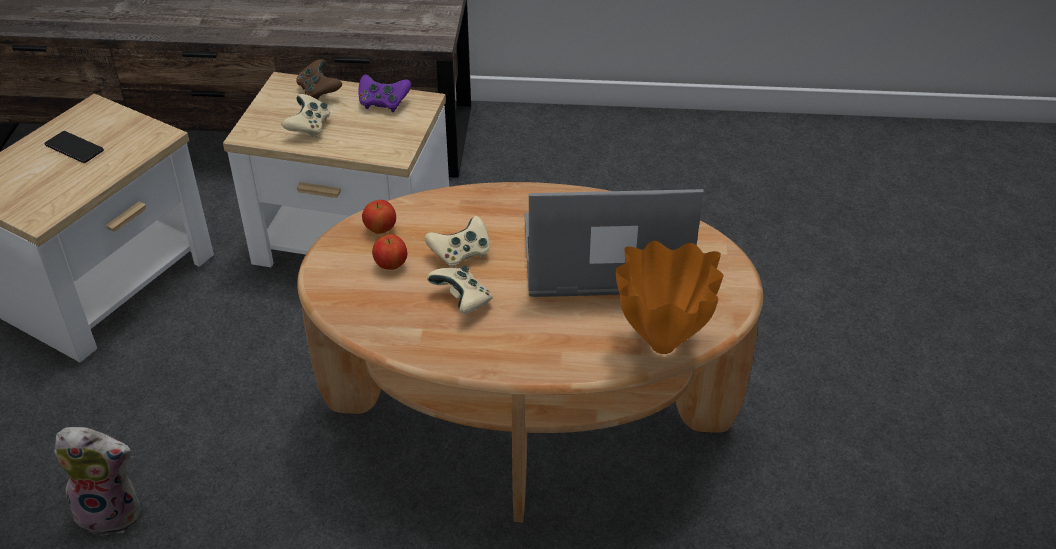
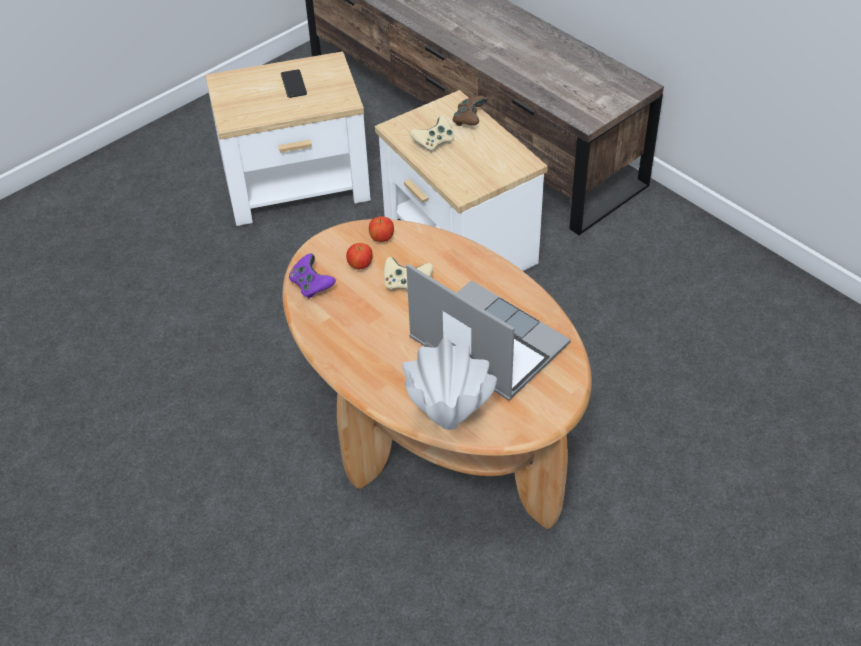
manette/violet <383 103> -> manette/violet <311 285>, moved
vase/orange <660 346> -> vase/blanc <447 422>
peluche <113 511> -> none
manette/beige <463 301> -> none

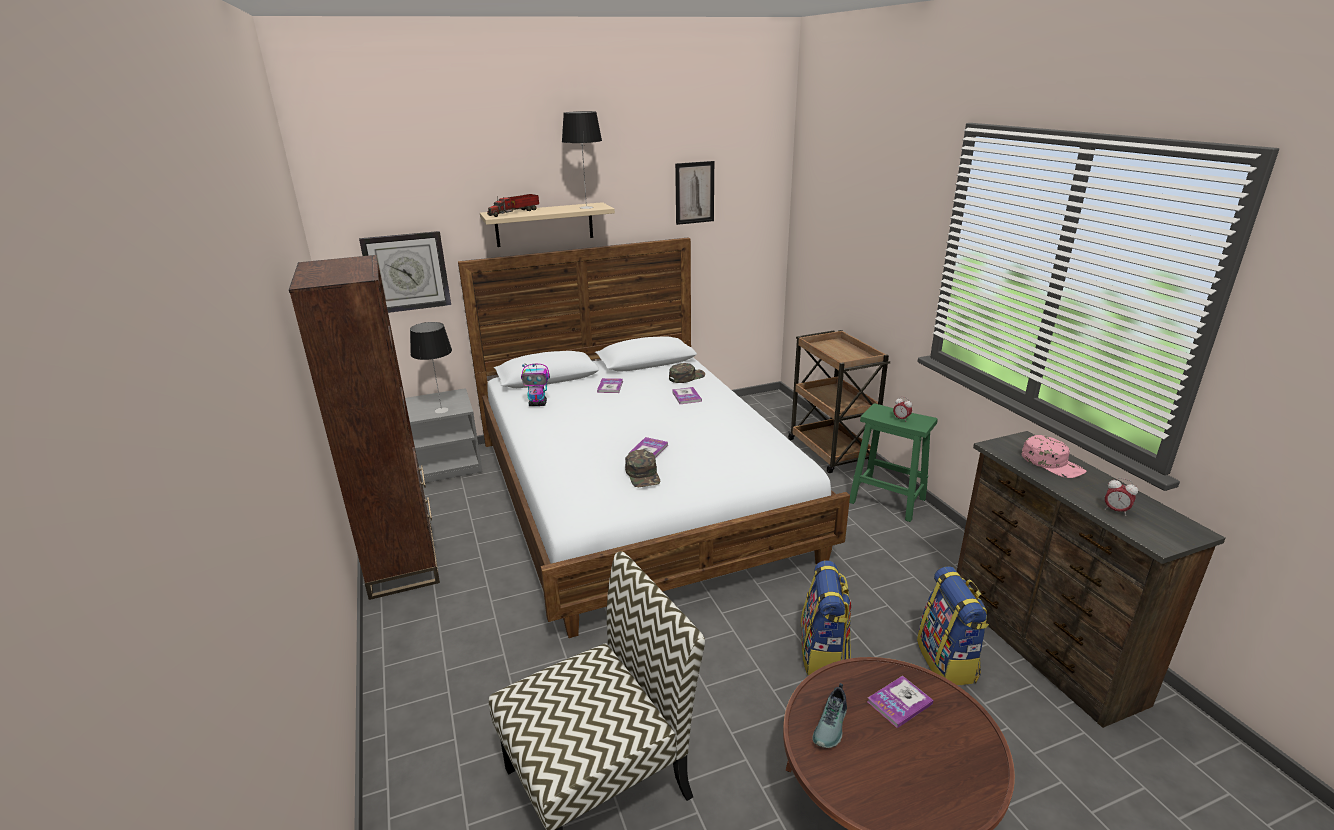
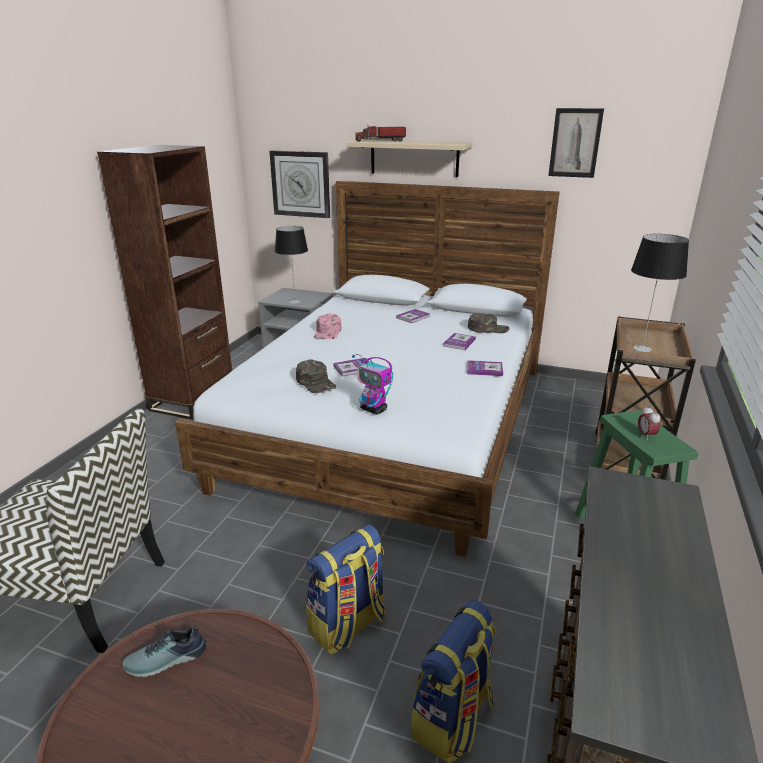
casquette/vert <643 474> -> casquette/vert <316 382>, 60 degrees counterclockwise
casquette/rose <1052 463> -> casquette/rose <328 332>, moved
robot jouet <538 404> -> robot jouet <374 410>, moved
livre <899 702> -> livre <484 369>, moved
lampe de table <586 207> -> lampe de table <642 349>, moved
réveil <1115 511> -> none

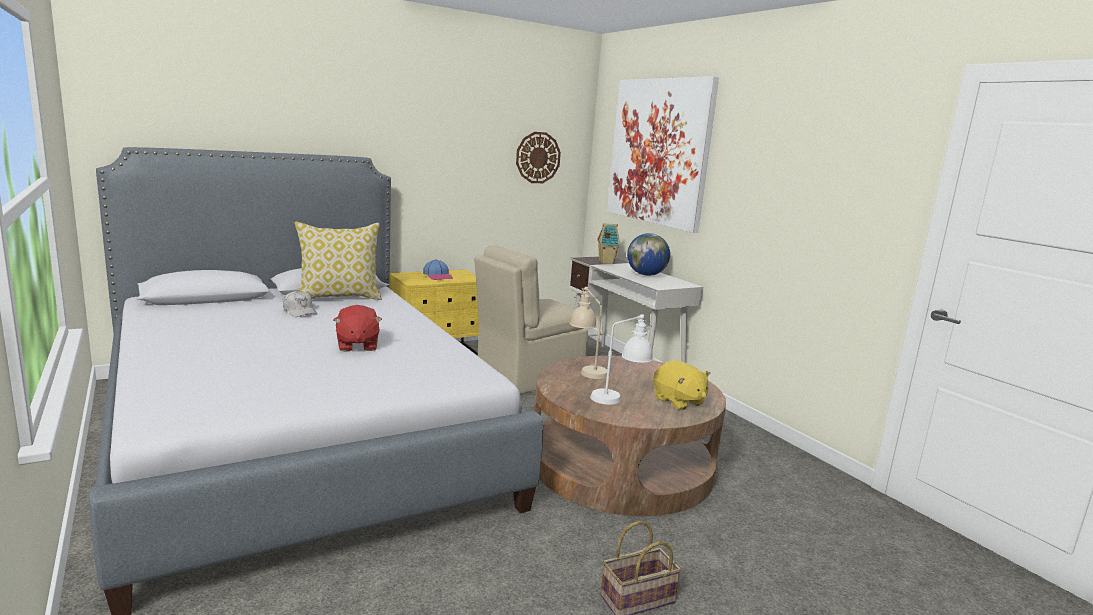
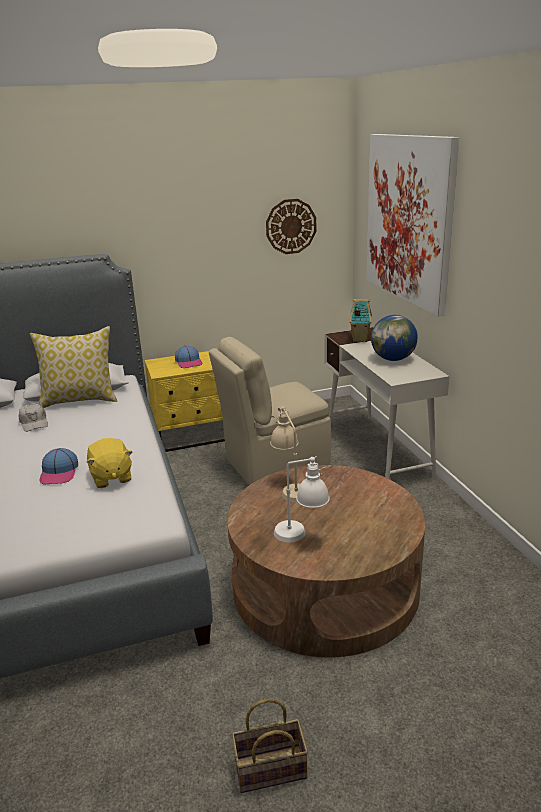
peluche/rouge <357 346> -> casquette <59 473>
peluche/jaune <678 401> -> peluche/jaune <111 477>, moved

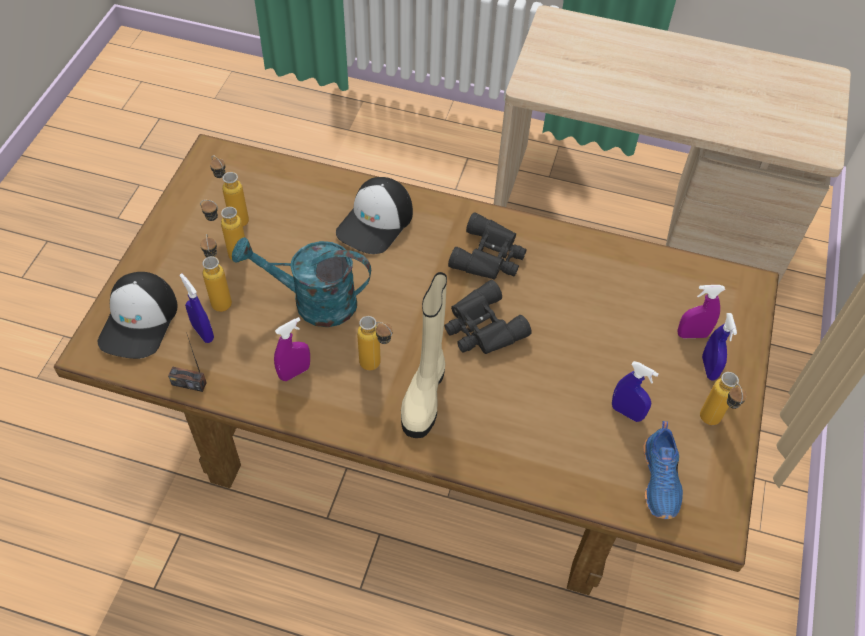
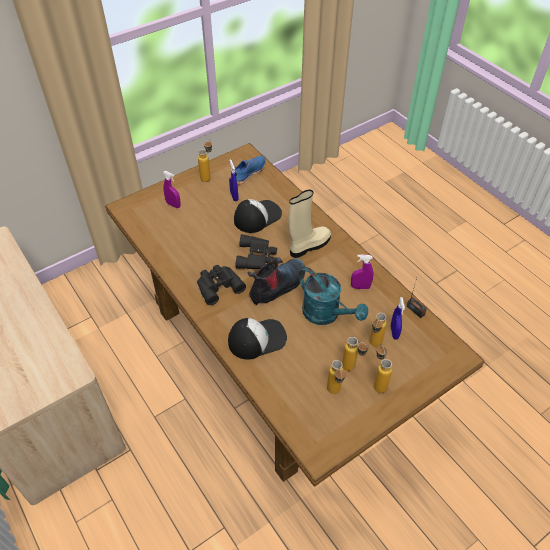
casquette <139 321> -> casquette <257 216>, moved
none -> botte <278 286>
bouteille <377 367> -> bouteille <378 382>, moved
vaporisateur/bleu <709 368> -> none

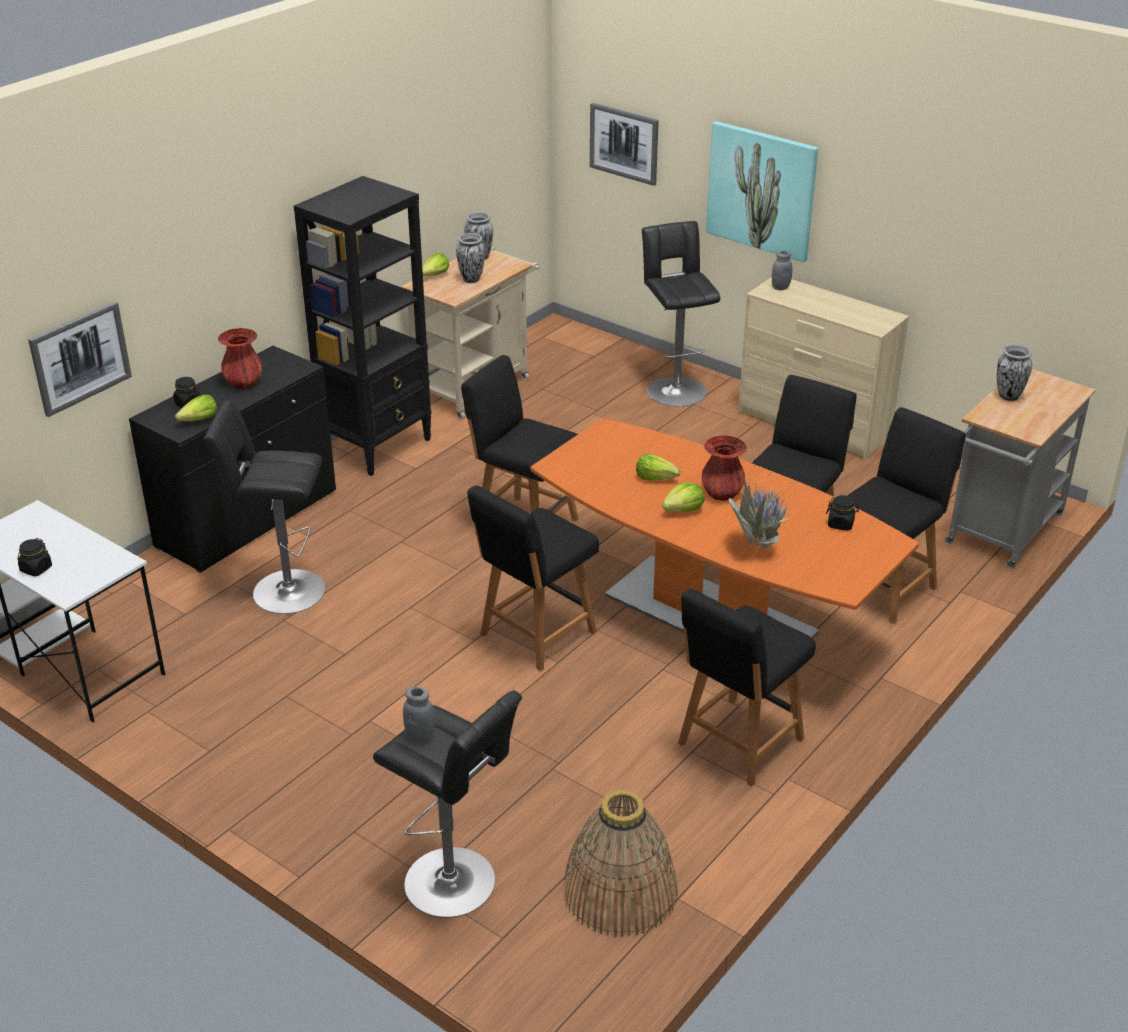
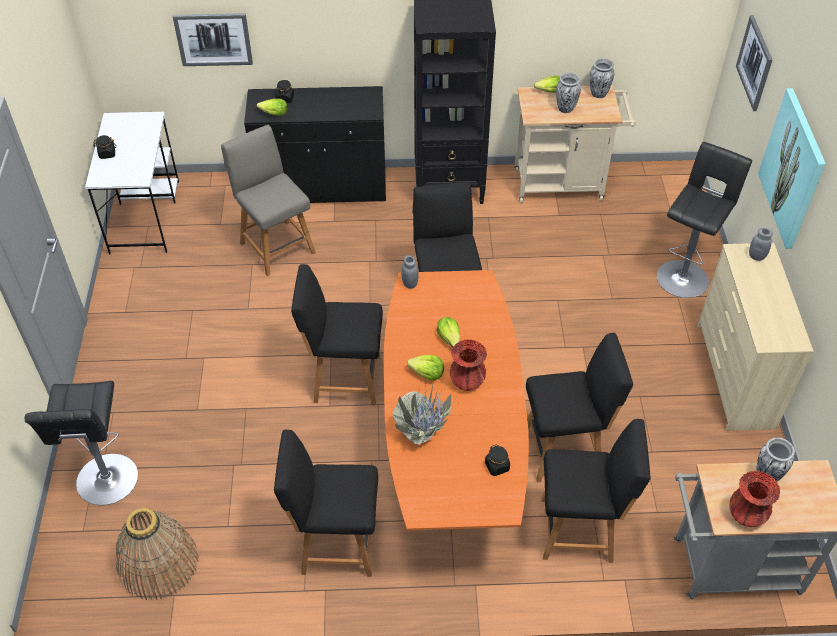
tabouret/noir <283 591> -> chaise/gris <276 246>
bocal/gris <420 735> -> bocal/gris <410 284>, moved
vase/rouge <243 382> -> vase/rouge <746 515>, moved

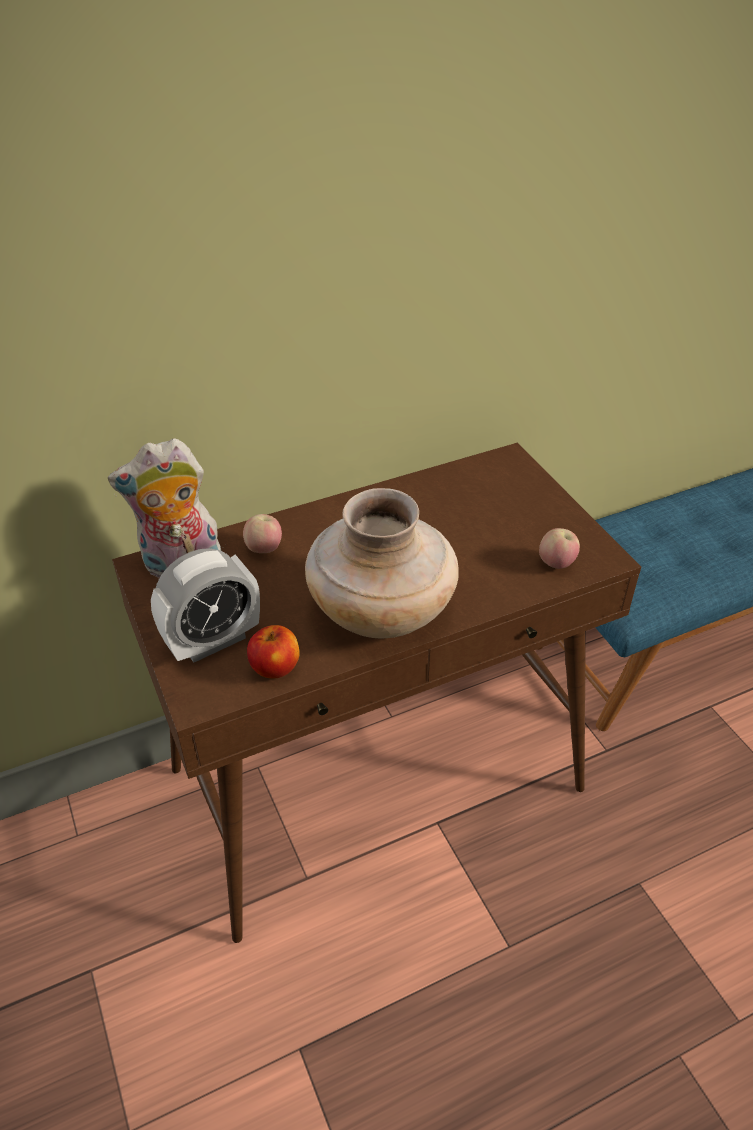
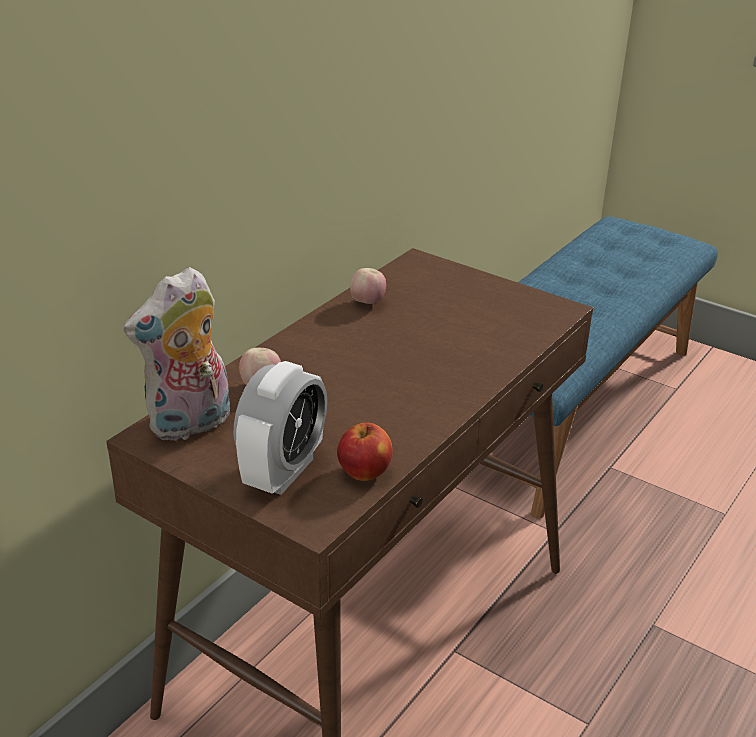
pomme <556 564> -> pomme <367 303>, moved
vase/beige <381 613> -> none

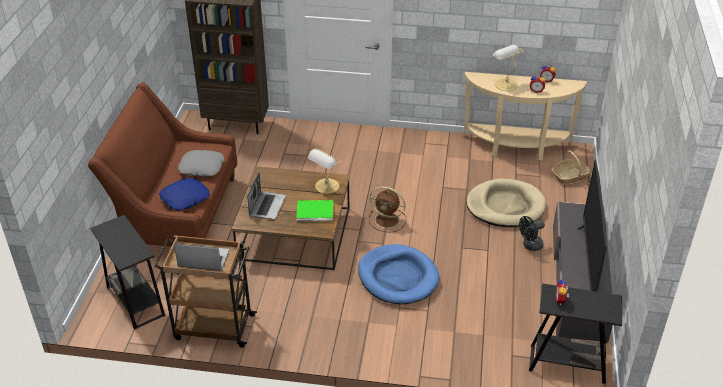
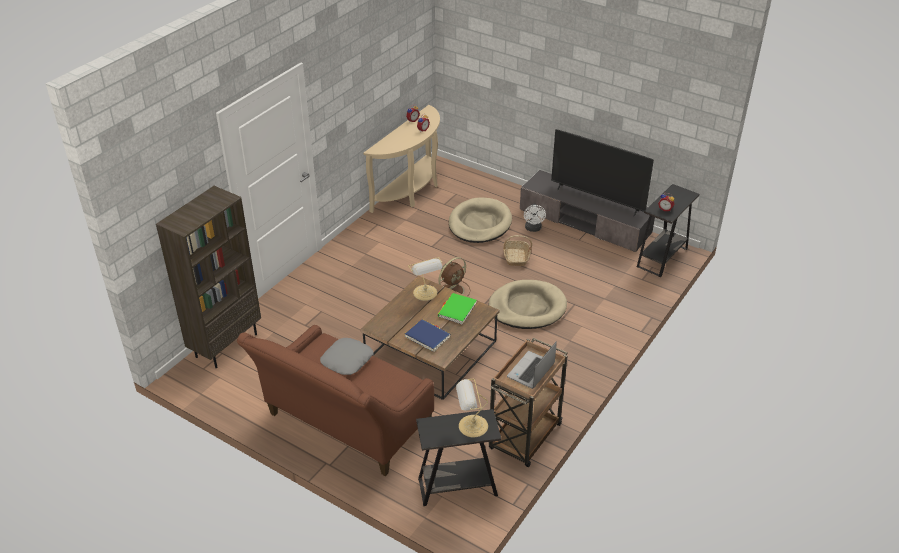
ordinateur portable <267 206> -> livre/bleu <427 337>
lampe de table <505 84> -> lampe de table <471 426>, moved
panier pour chien/bleu <398 277> -> panier pour chien/beige <527 307>
panier <569 176> -> panier <516 257>, moved
ventilateur/noir <530 245> -> ventilateur/blanc <533 229>
coussin/bleu <185 198> -> none

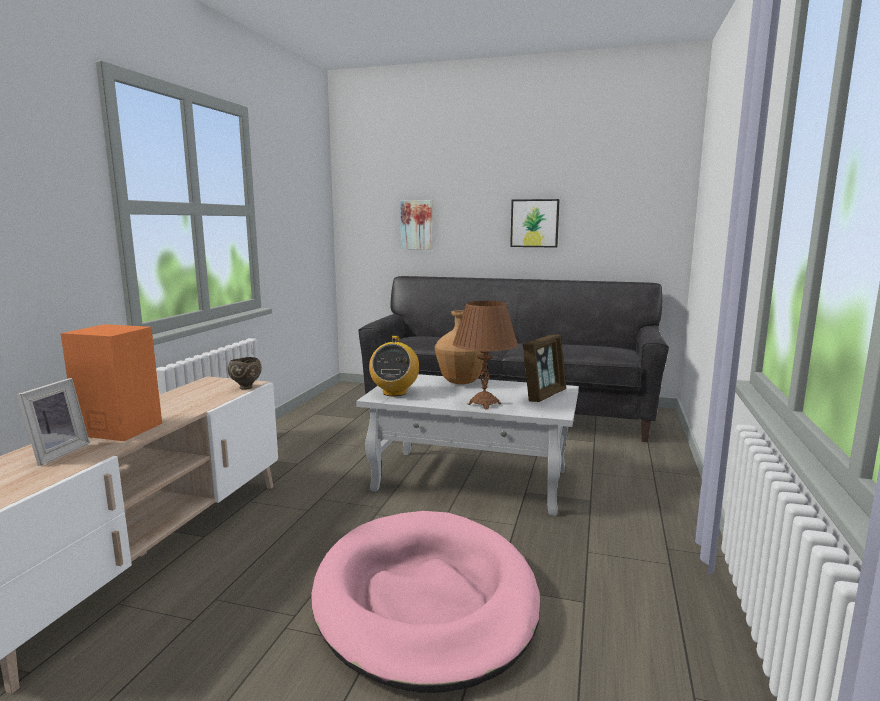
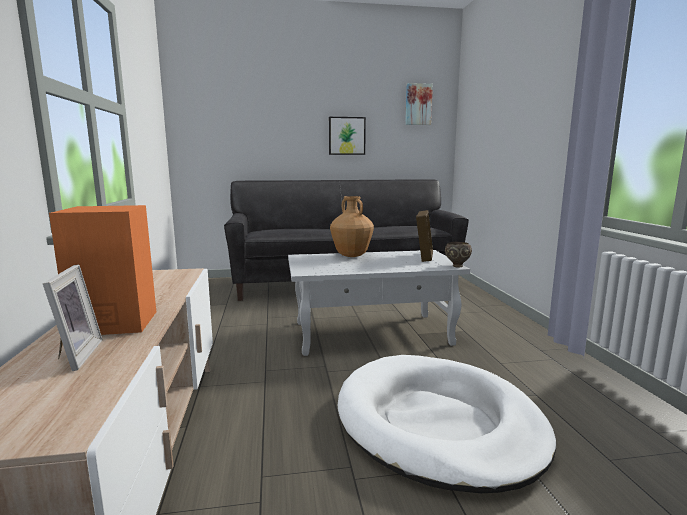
panier pour chien/rose <425 600> -> panier pour chien/blanc <438 423>
tableau <417 224> -> tableau <418 104>, moved
bol/marron <246 387> -> bol/marron <457 266>, moved
radio <394 392> -> none
lampe de table/marron <484 404> -> none

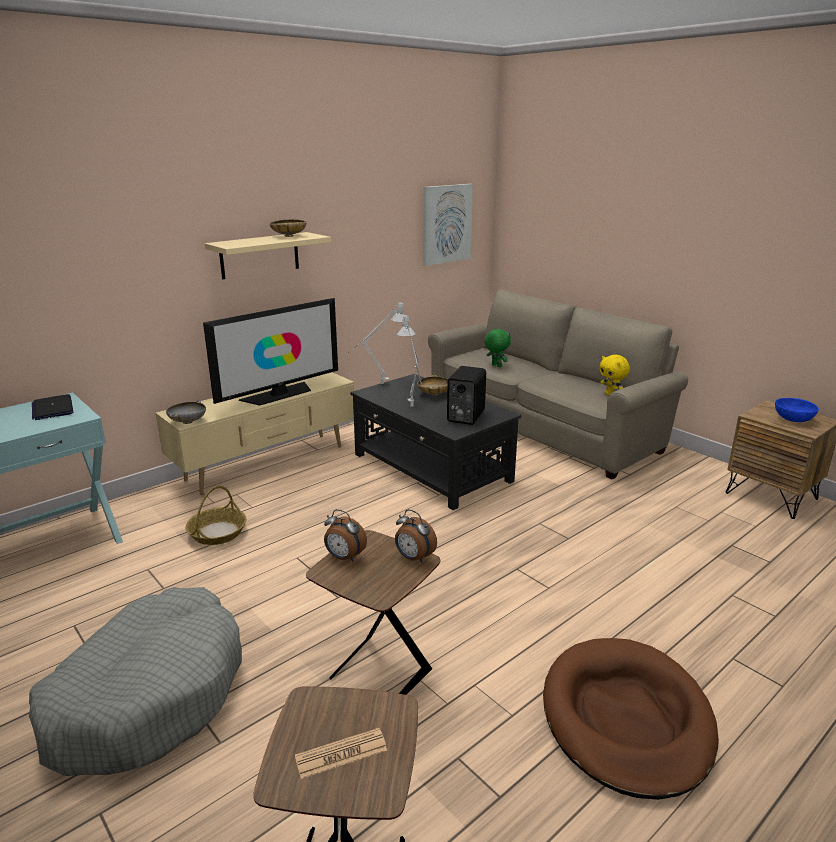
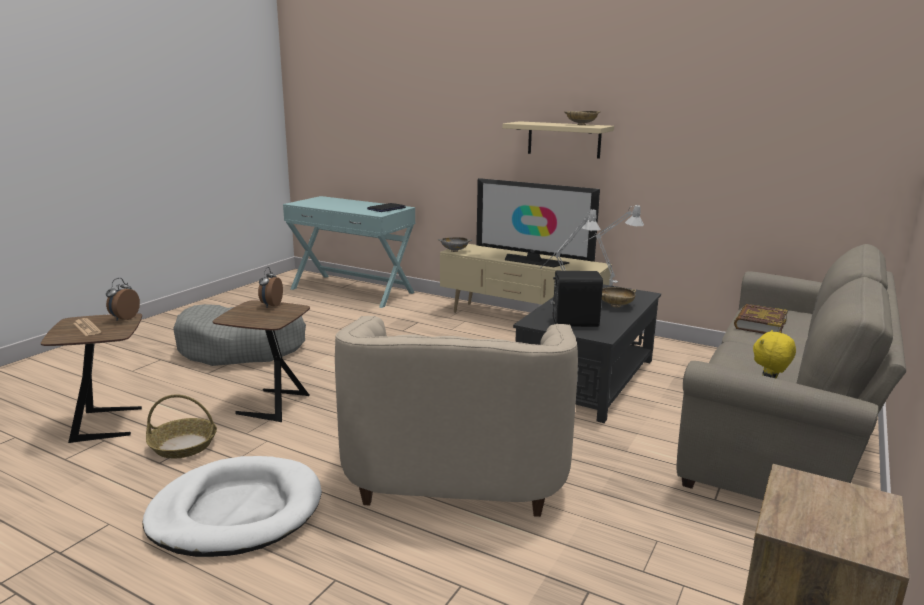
réveil <414 558> -> réveil <124 318>, moved
panier pour chien/marron <626 719> -> panier pour chien/blanc <236 511>
panier <217 532> -> panier <184 445>, moved
none -> fauteuil/beige <459 466>
peluche/vert <496 366> -> livre <759 324>
tableau <446 224> -> none
bol/bleu <793 419> -> none

